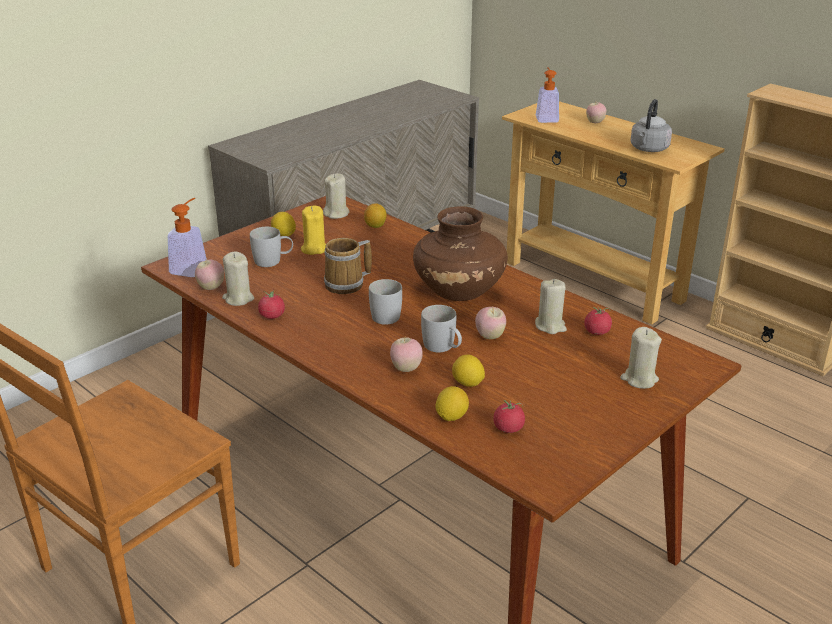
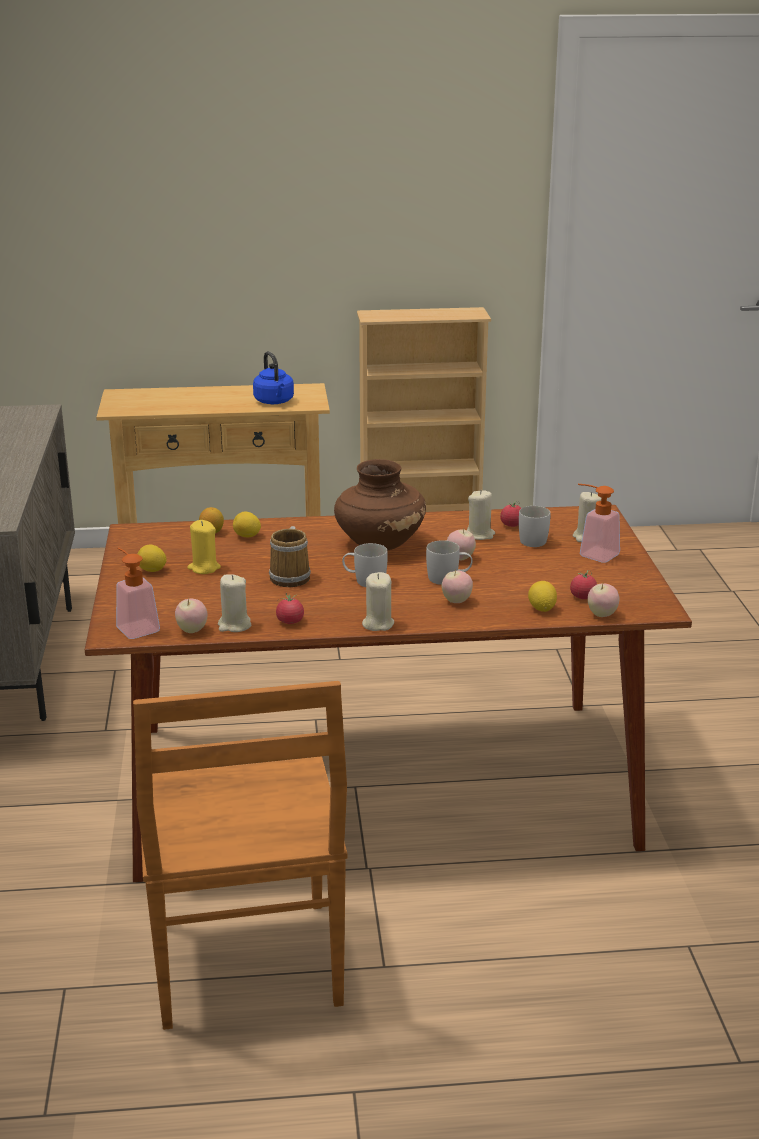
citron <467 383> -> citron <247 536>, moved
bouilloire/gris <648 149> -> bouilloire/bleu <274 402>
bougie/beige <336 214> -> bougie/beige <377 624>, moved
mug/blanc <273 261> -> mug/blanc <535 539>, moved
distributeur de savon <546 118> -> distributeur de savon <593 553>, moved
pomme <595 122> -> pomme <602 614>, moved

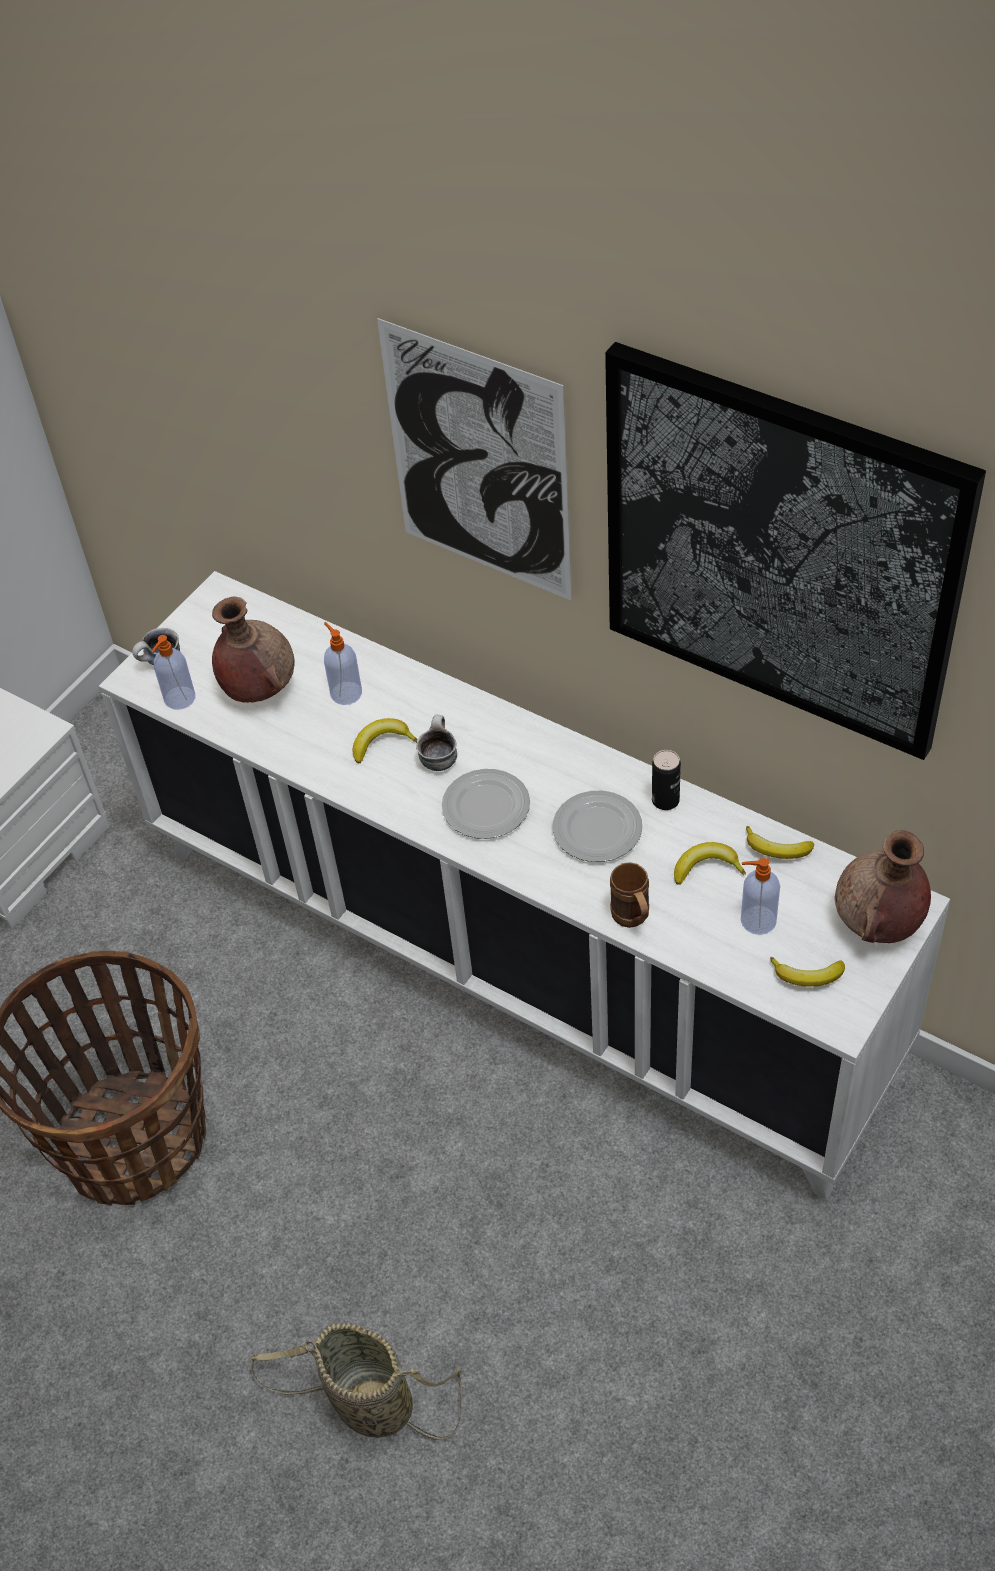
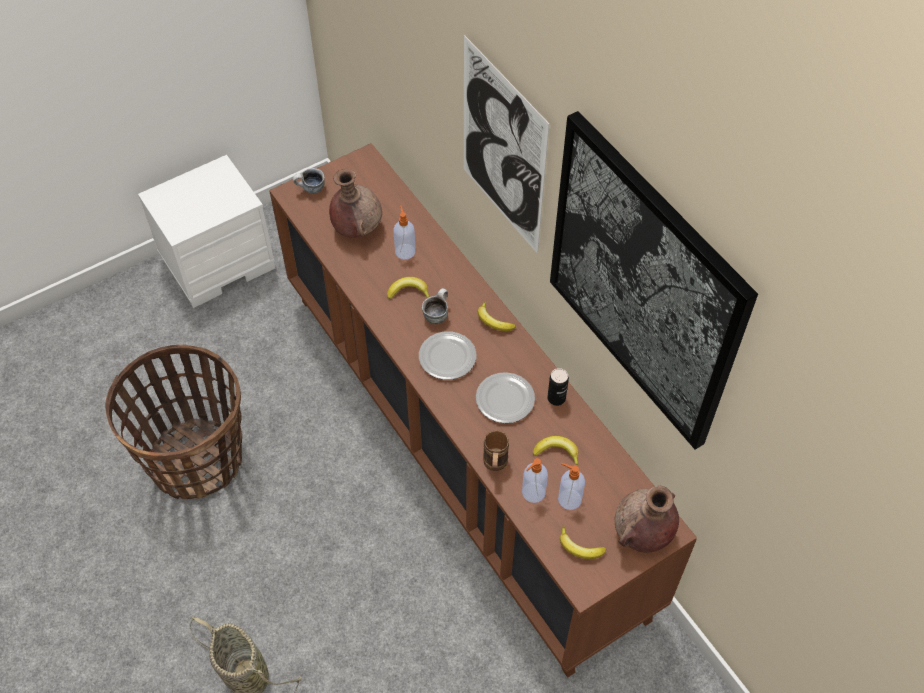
meuble de rangement/blanc <514 957> -> meuble de rangement/marron <462 445>
banane <777 849> -> banane <493 321>, moved
distributeur de savon <179 699> -> distributeur de savon <532 493>, moved

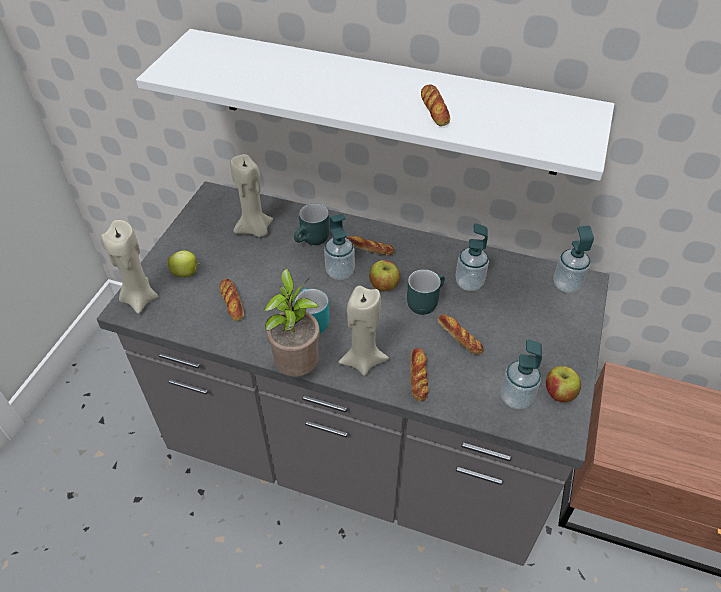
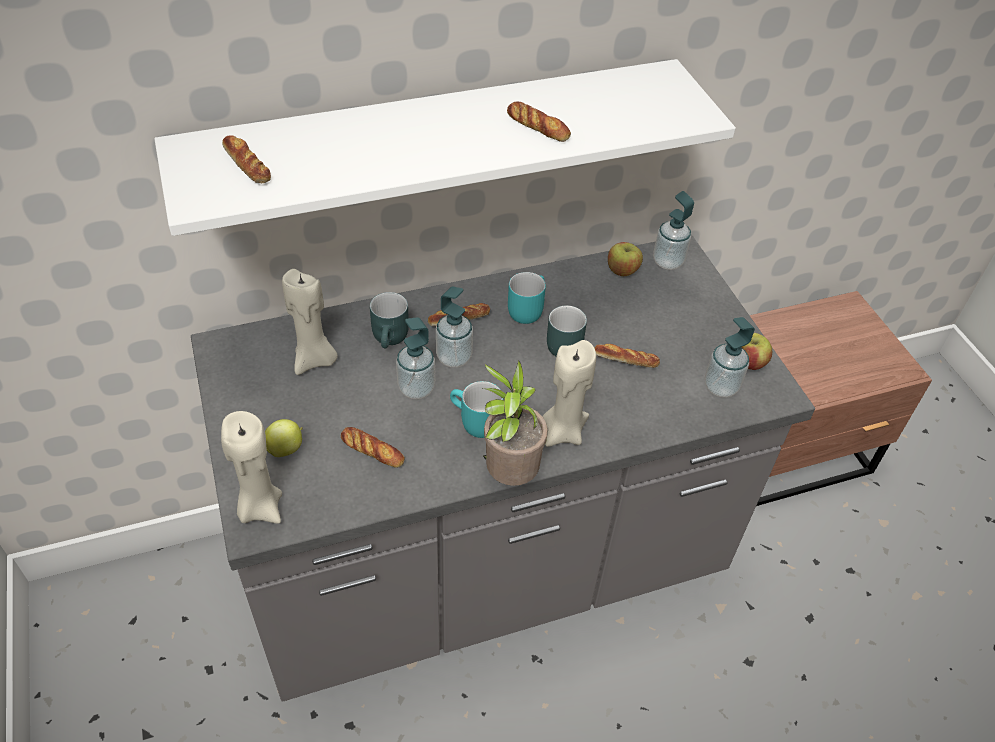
pain <418 376> -> pain <247 164>, moved
distributeur de savon <469 283> -> distributeur de savon <416 388>, moved
none -> mug/turquoise <525 308>
pomme <384 285> -> pomme <622 271>, moved

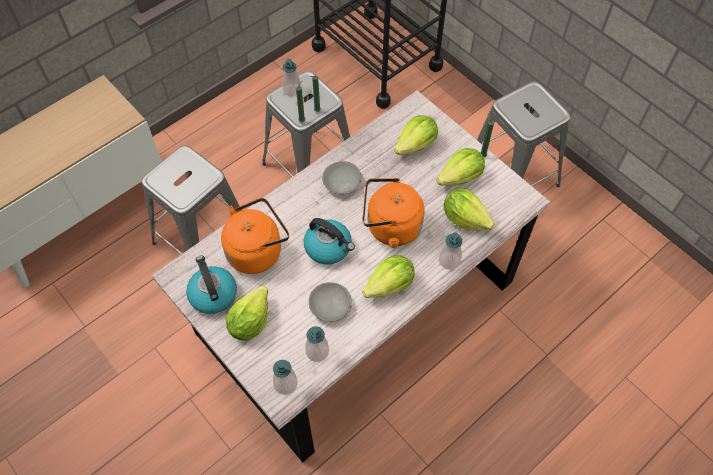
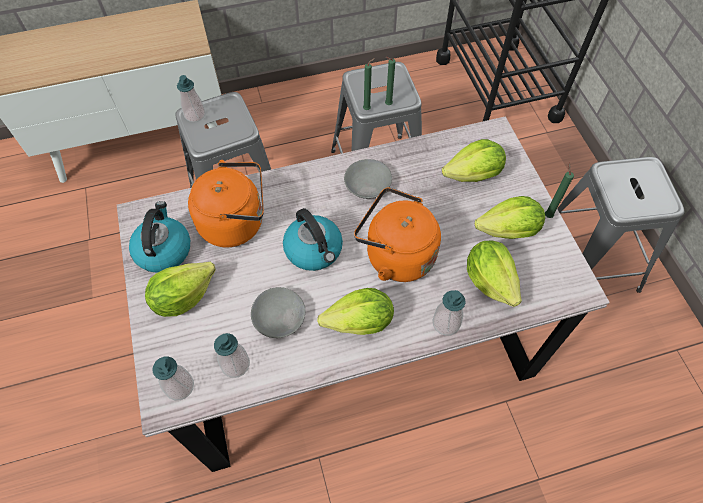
distributeur de savon <292 90> -> distributeur de savon <195 115>, moved

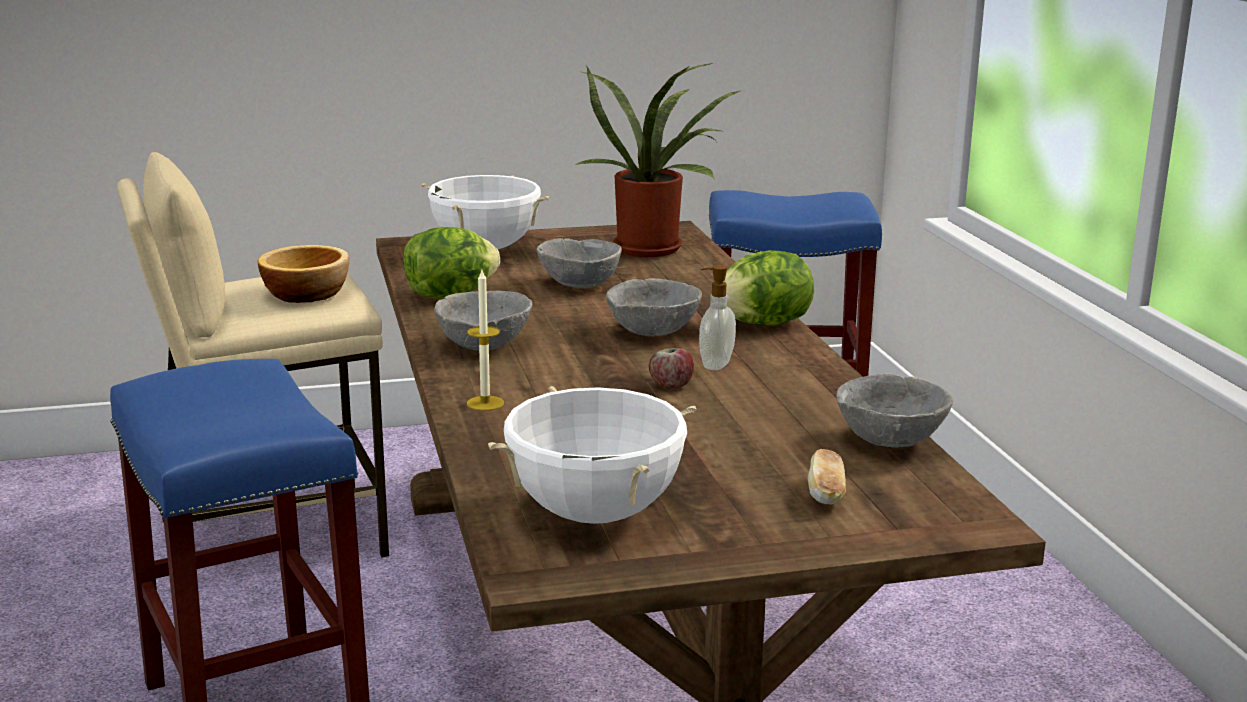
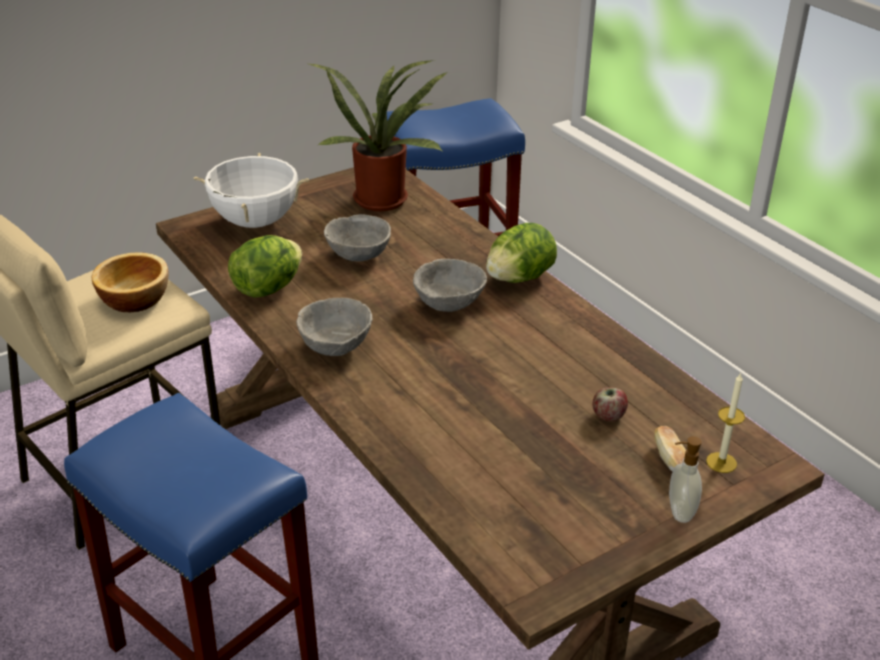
pomme <671 385> -> pomme <608 416>, moved
distributeur de savon <714 365> -> distributeur de savon <679 511>, moved
bougie <485 403> -> bougie <721 462>, moved
marmite/blanc <595 514> -> none
bol/gris <891 442> -> none

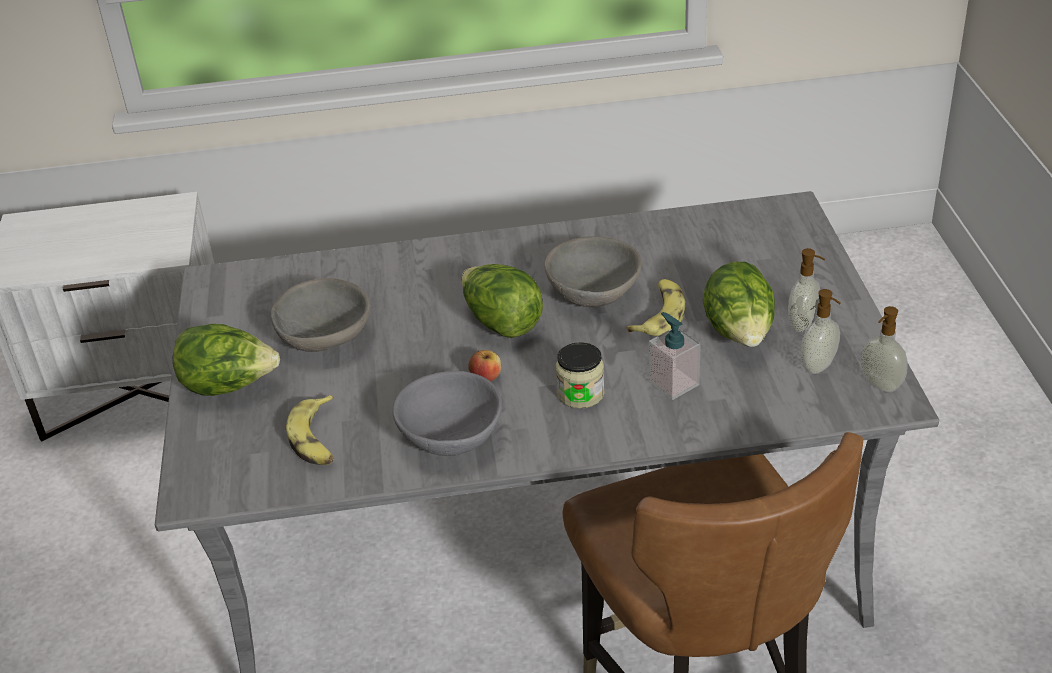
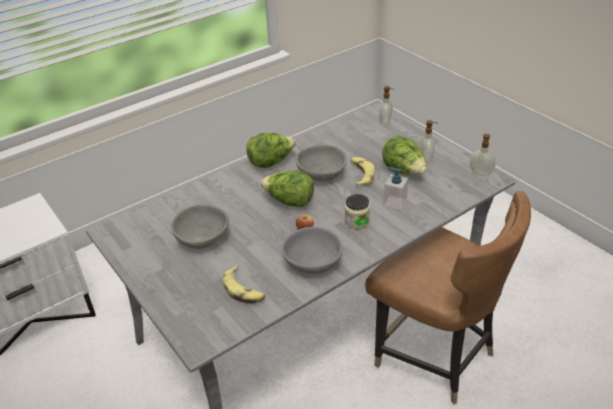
laitue <229 386> -> laitue <271 162>, moved
distributeur de savon <819 366> -> distributeur de savon <386 122>, moved

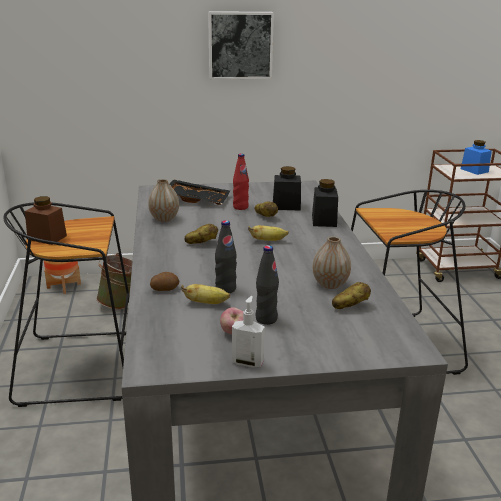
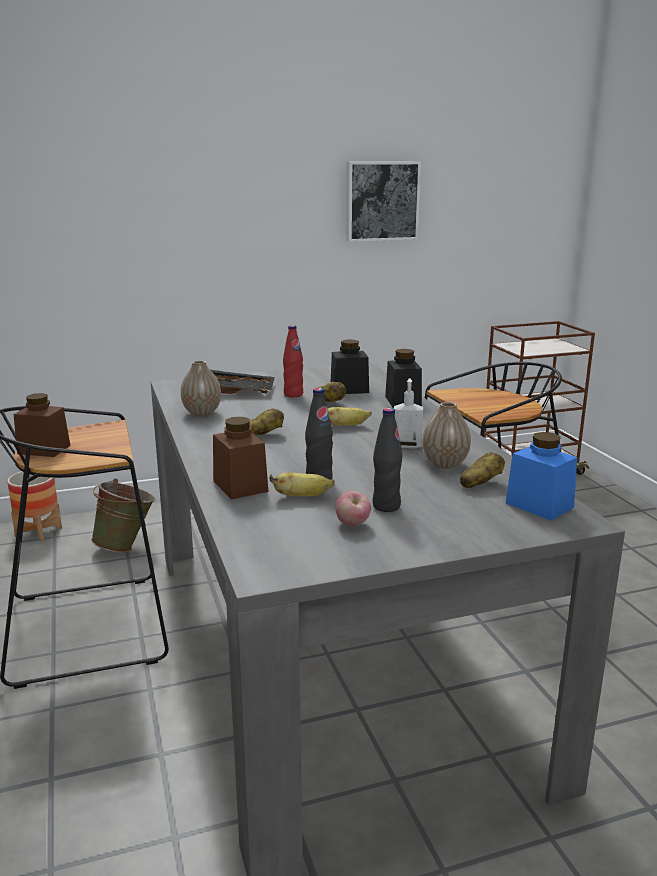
pomme de terre <164 289> -> bocal/marron <240 486>
tableau <240 45> -> tableau <381 201>, moved
distributeur de savon <248 362> -> distributeur de savon <407 445>, moved
bocal/bleu <474 170> -> bocal/bleu <539 505>, moved

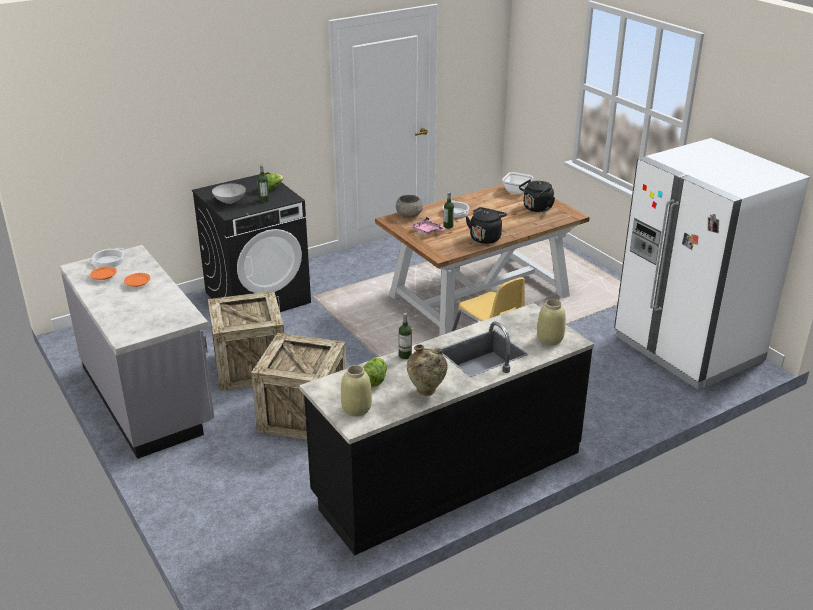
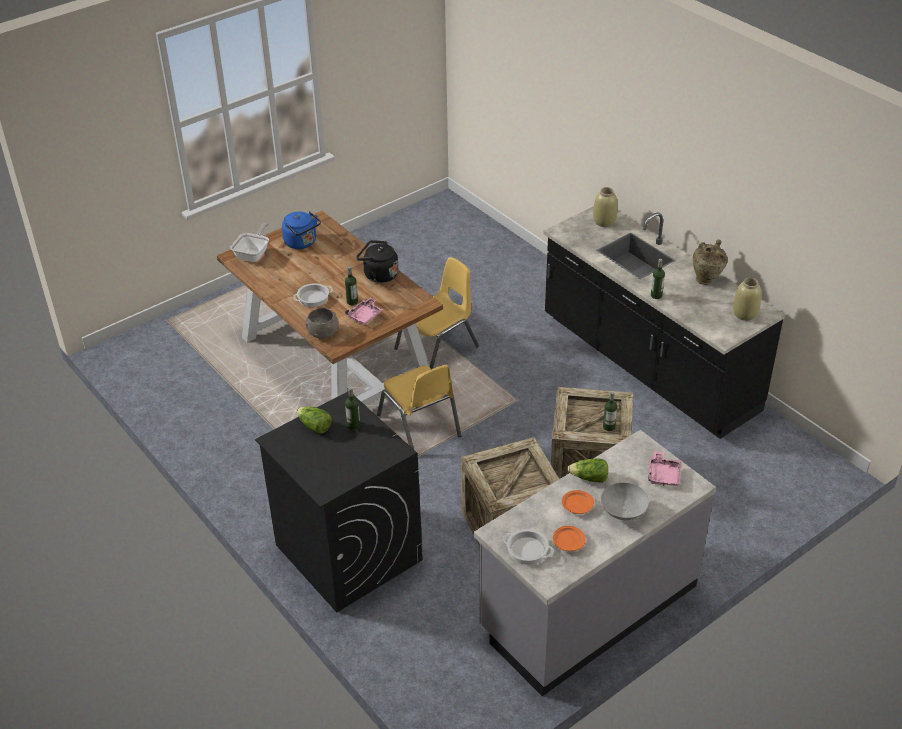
bouilloire/noir <536 208> -> bouilloire/bleu <302 243>
none -> chaise/jaune <419 426>
laitue <374 379> -> laitue <589 478>, moved
bol/gris <230 201> -> bol/gris <623 511>, moved
none -> bouteille <609 427>
none -> plateau/rose <664 475>
réfrigérateur/blanc <687 349> -> none

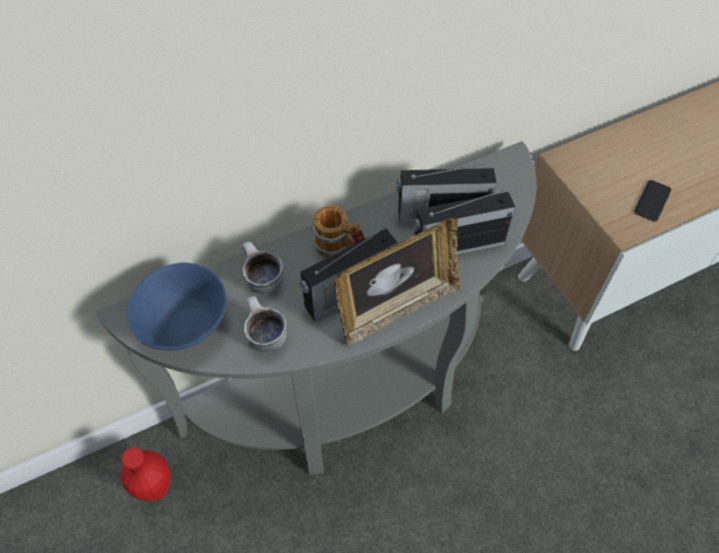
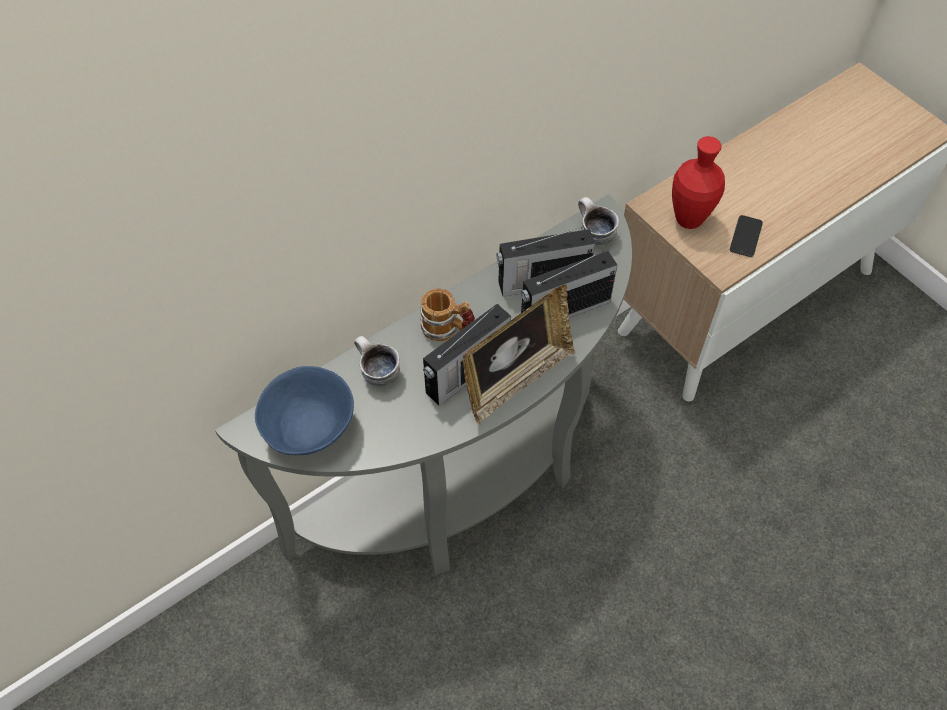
mug <264 335> -> mug <593 234>, moved
vase/rouge <156 489> -> vase/rouge <688 220>, moved

